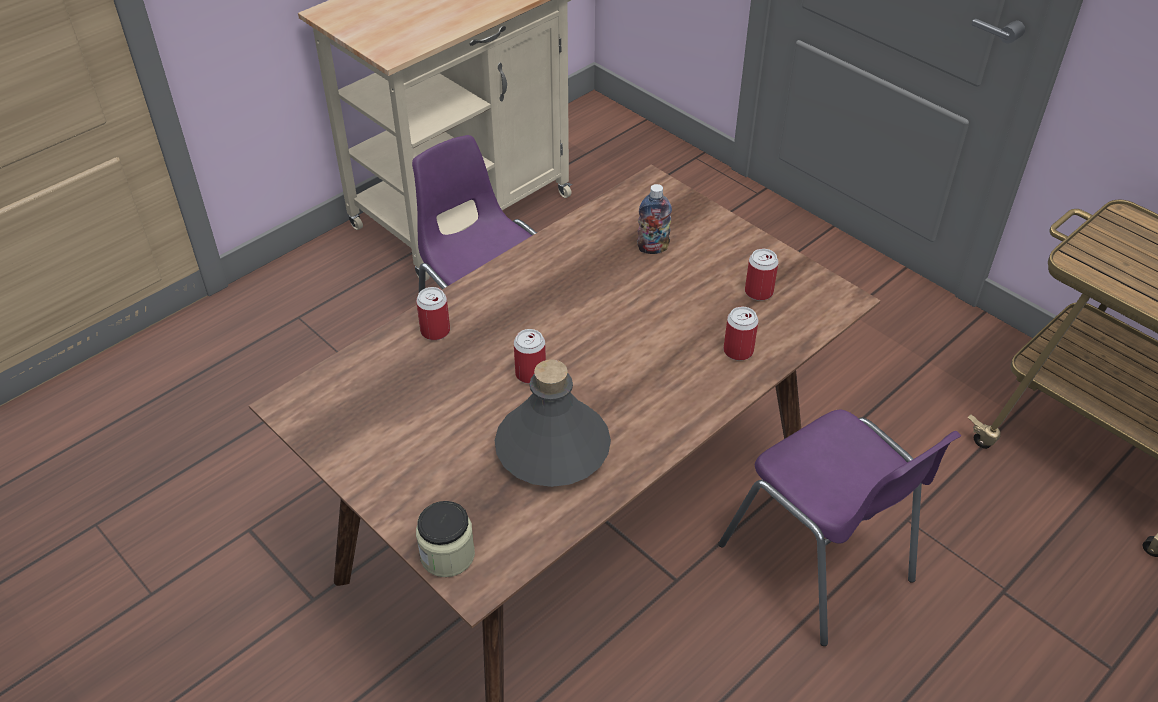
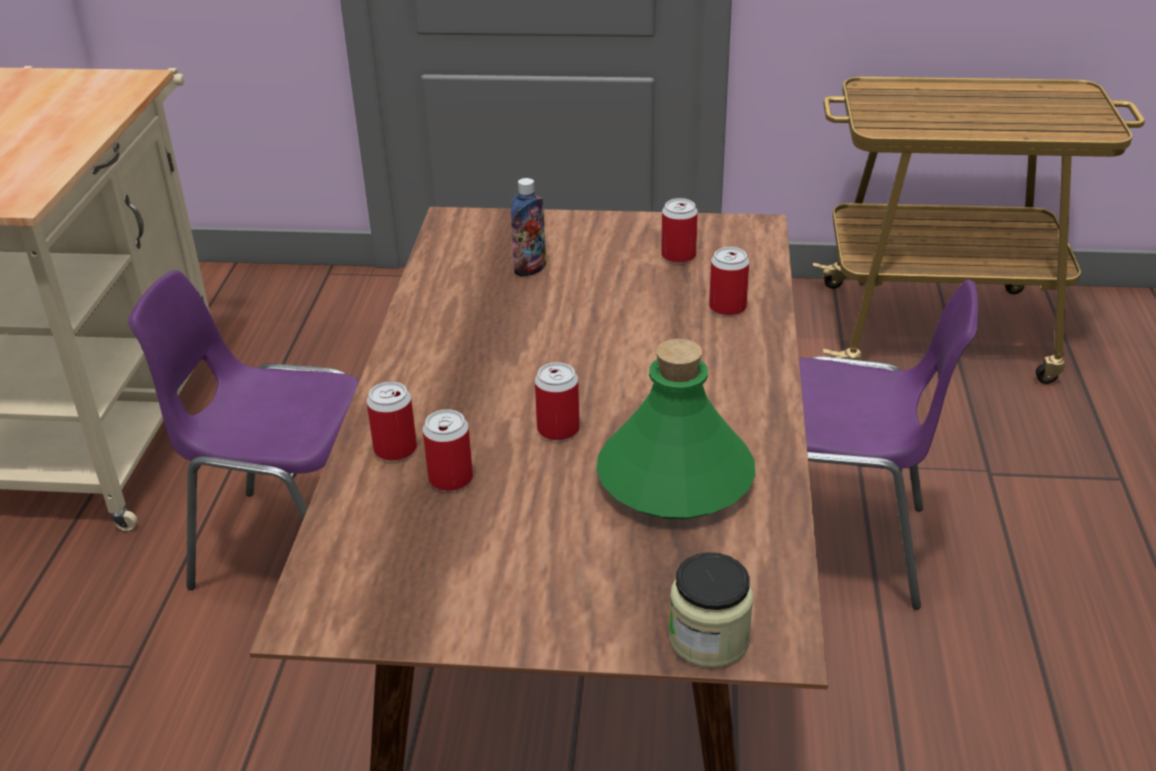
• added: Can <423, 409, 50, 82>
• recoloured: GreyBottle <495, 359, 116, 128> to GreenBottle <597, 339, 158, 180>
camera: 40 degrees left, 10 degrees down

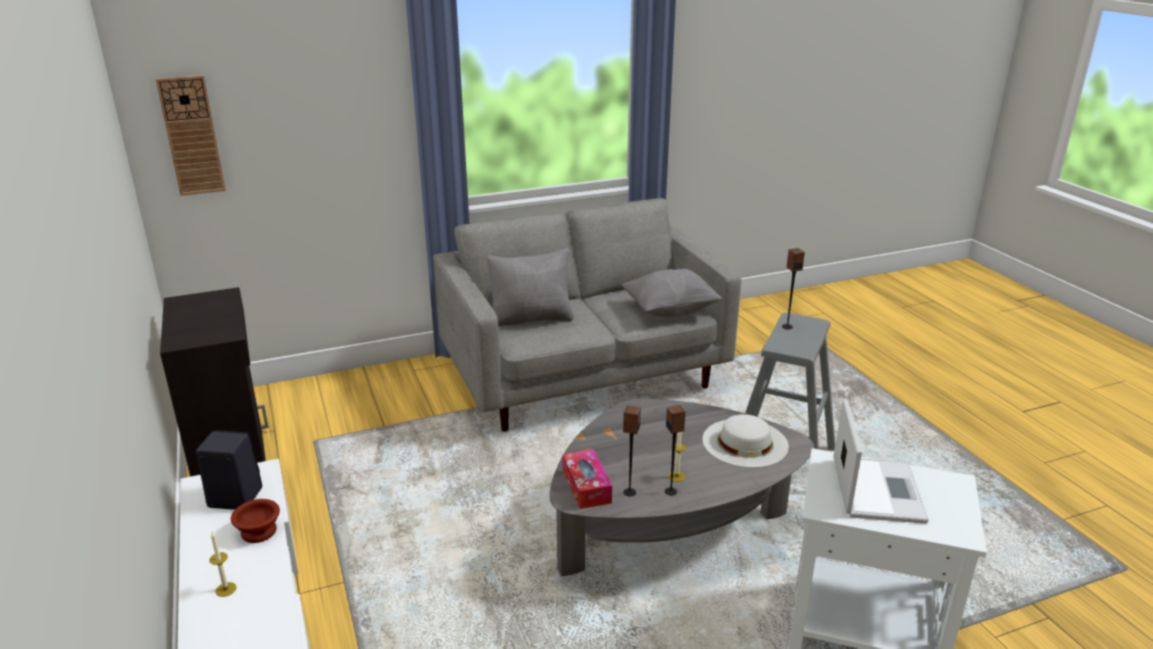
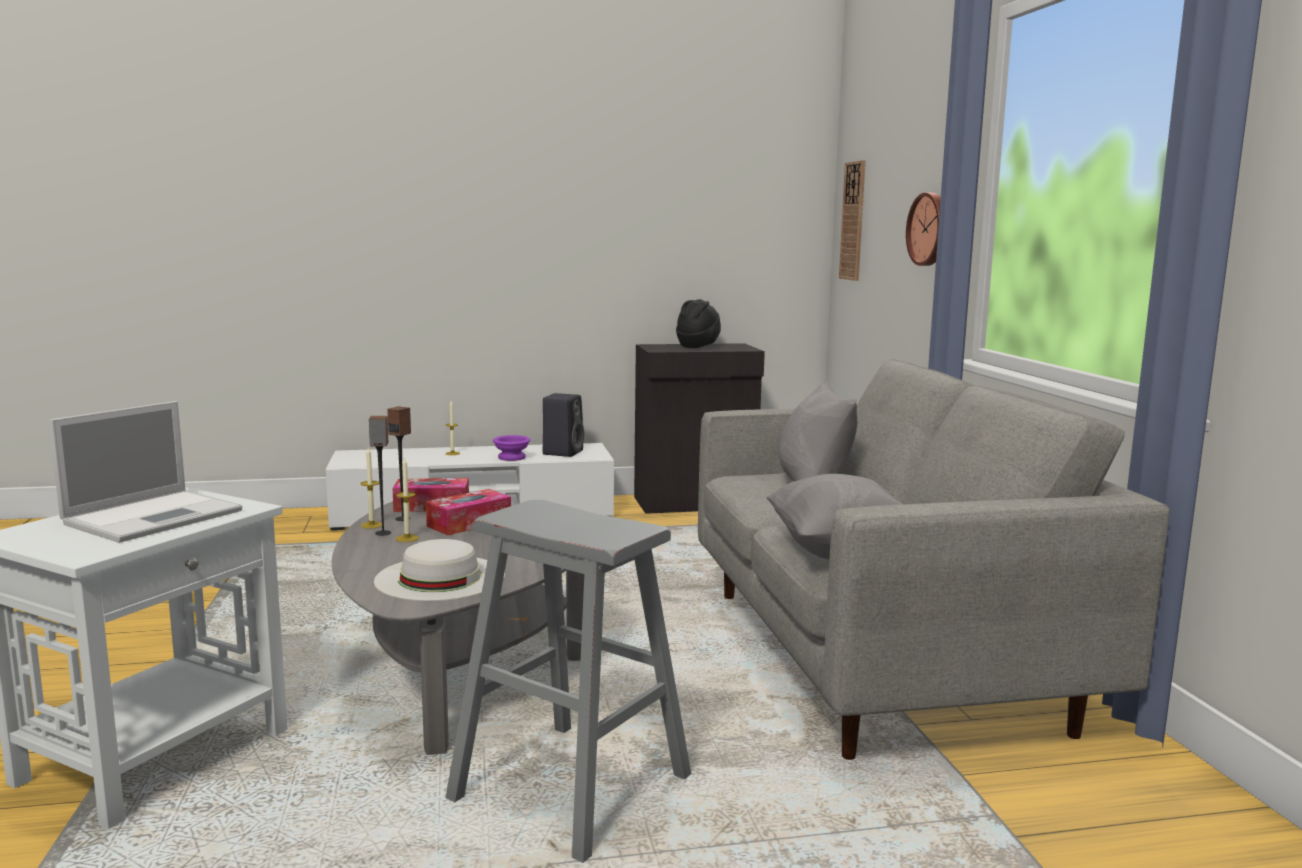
• turned: Laptop <833, 399, 96, 125> = <49, 401, 193, 142> 75 degrees counterclockwise
• added: Candle <360, 448, 22, 81>
• added: TissueBox <426, 489, 85, 46>
• recoloured: BrownBowl <231, 499, 49, 44> to PurpleBowl <493, 435, 37, 26>
• added: BlackHat <676, 299, 45, 49>
• added: WallClock <906, 193, 35, 73>
• removed: Speaker <782, 248, 23, 81>
camera: 100 degrees right, 15 degrees down

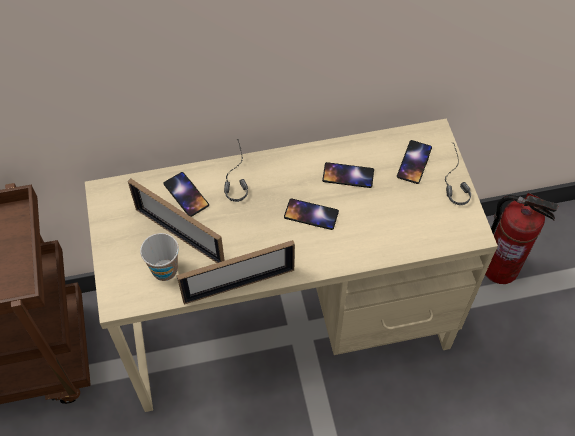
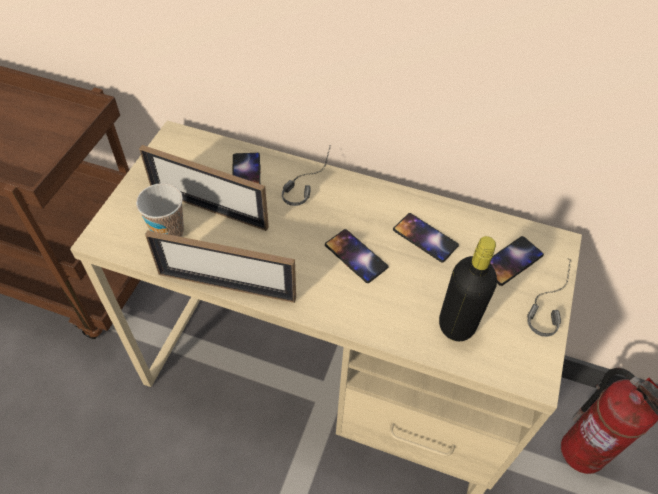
• turned: PictureFrame <128, 179, 97, 84> = <139, 145, 130, 86> 45 degrees counterclockwise
• added: BlackBottle <439, 236, 58, 105>
camera: 30 degrees right, 5 degrees down

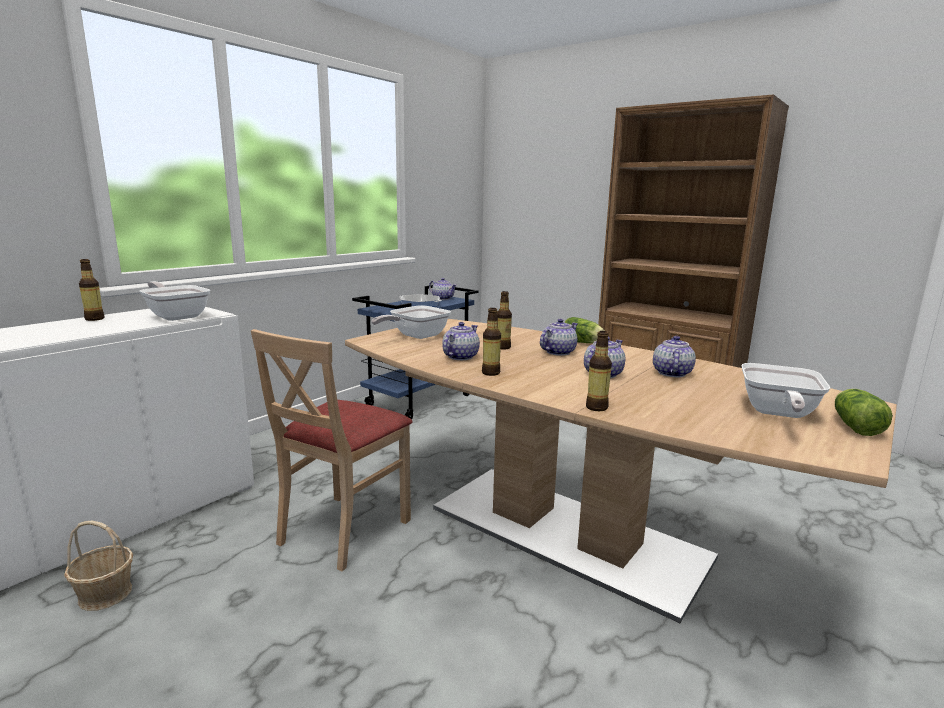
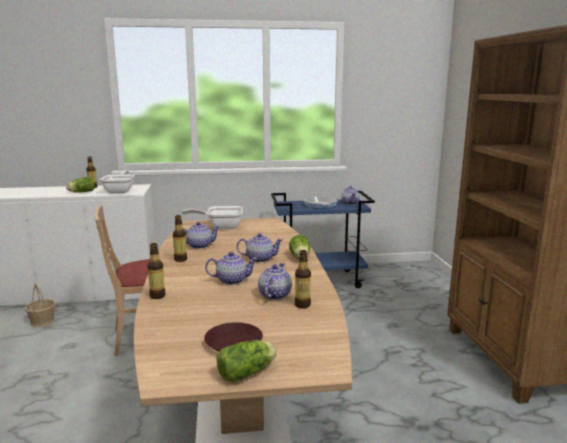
• added: Lettuce <66, 177, 29, 15>
• replaced: FryingPan <741, 363, 89, 55> to BrownPlate <204, 322, 59, 30>
• turned: Teapot <653, 336, 43, 41> = <258, 263, 34, 37> 45 degrees counterclockwise
• moved: Bottle <497, 291, 15, 59> to <295, 250, 16, 58>
camera: 45 degrees right, 0 degrees up

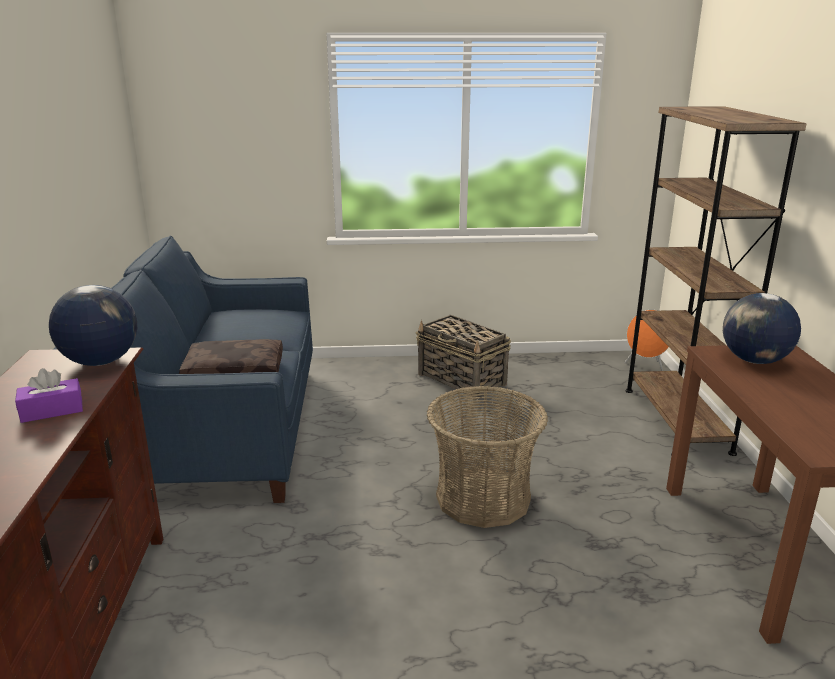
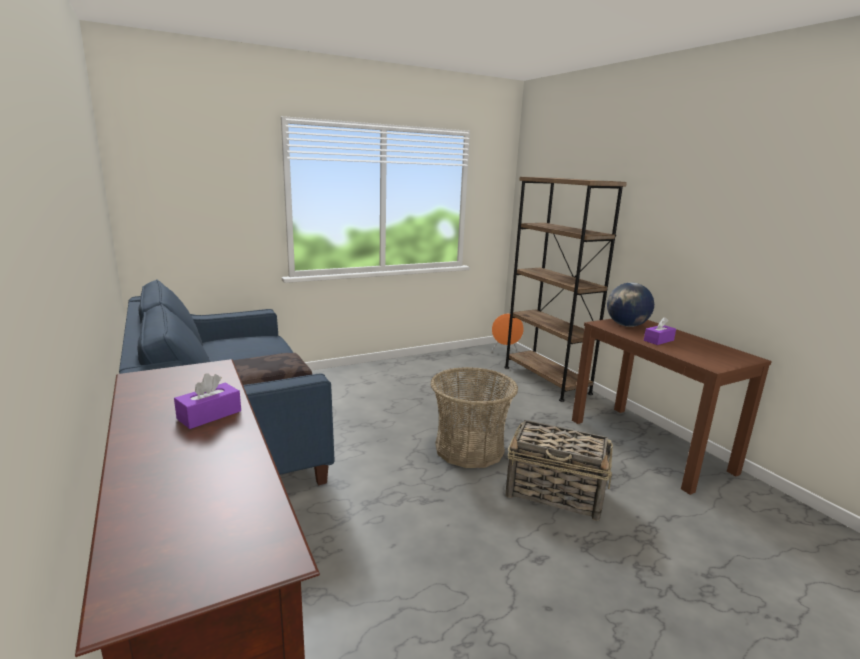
• moved: Basket <416, 315, 95, 85> to <506, 420, 107, 101>
• added: PurpleTissueBox <644, 317, 32, 28>
• removed: Globe <49, 285, 88, 81>
camera: 25 degrees left, 5 degrees down

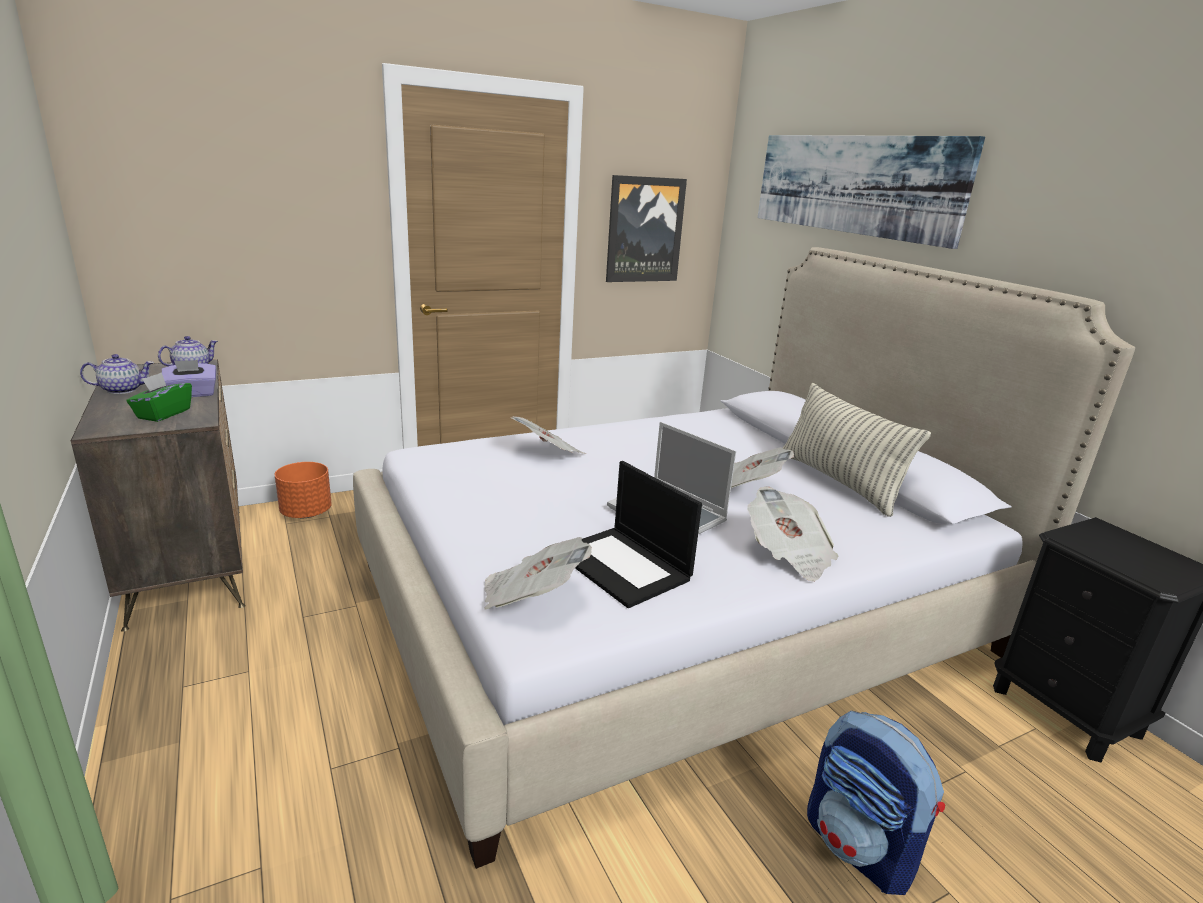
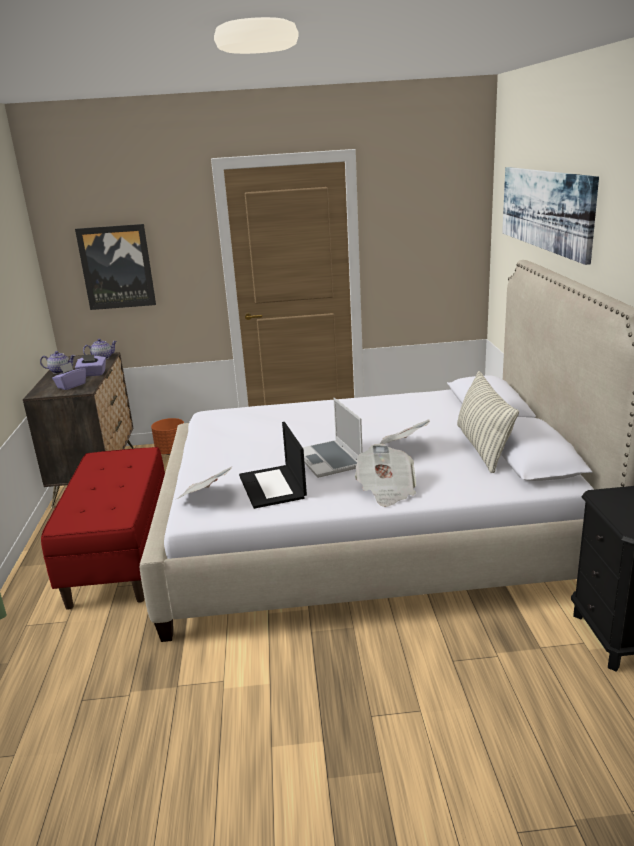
• added: RedBench <41, 447, 124, 163>
• recoloured: GreenTissueBox <126, 372, 66, 50> to PurpleTissueBox <52, 362, 34, 28>
• moved: Picture <606, 175, 81, 107> to <75, 224, 81, 86>
• removed: Newspaper <510, 416, 76, 38>
• removed: Backpack <807, 710, 138, 185>
camera: 25 degrees right, 0 degrees up

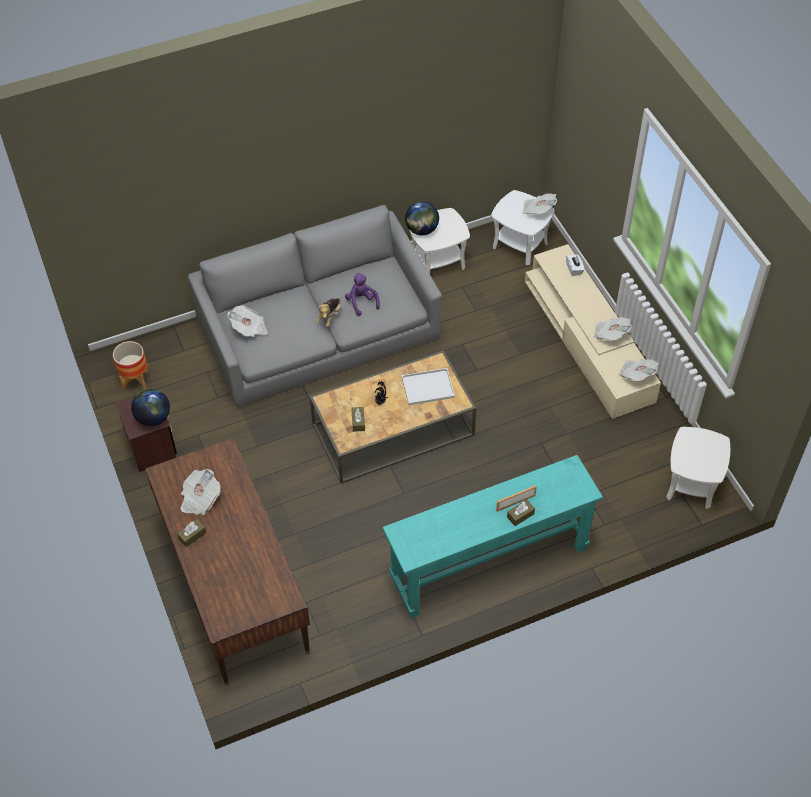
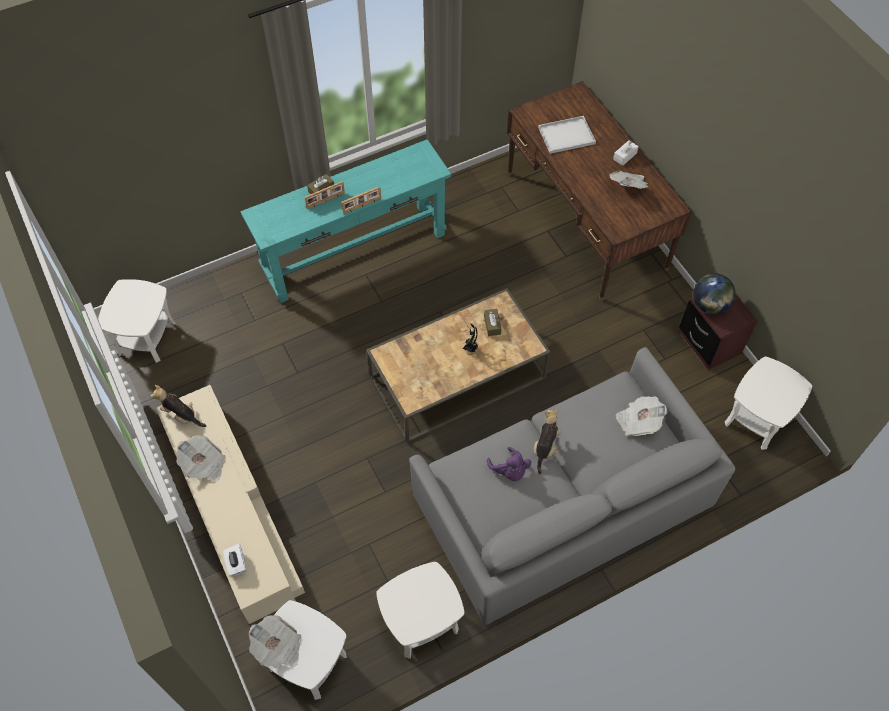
• replaced: Newspaper <619, 359, 40, 22> to PlushToy <151, 385, 56, 42>
• added: PictureFrame <341, 186, 40, 28>
• moved: WhiteTray <402, 368, 53, 37> to <538, 116, 58, 38>
• recoloured: BrownTissueBox <177, 519, 29, 28> to WhiteTissueBox <613, 140, 26, 26>
• replaced: Planter <113, 341, 35, 48> to WhiteSideTable <725, 357, 87, 93>
• removed: Globe <405, 201, 34, 34>
camera: 175 degrees right, 5 degrees up

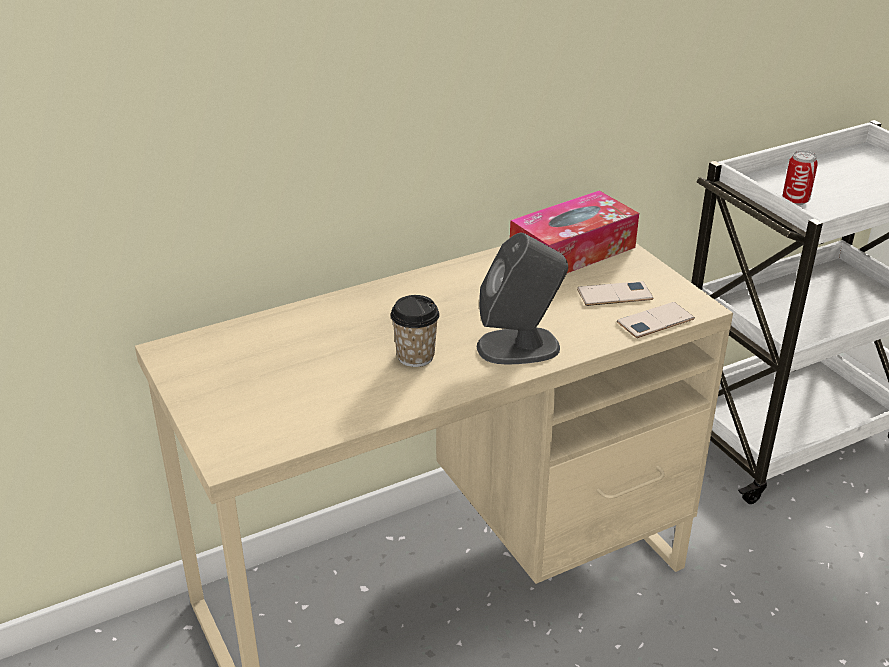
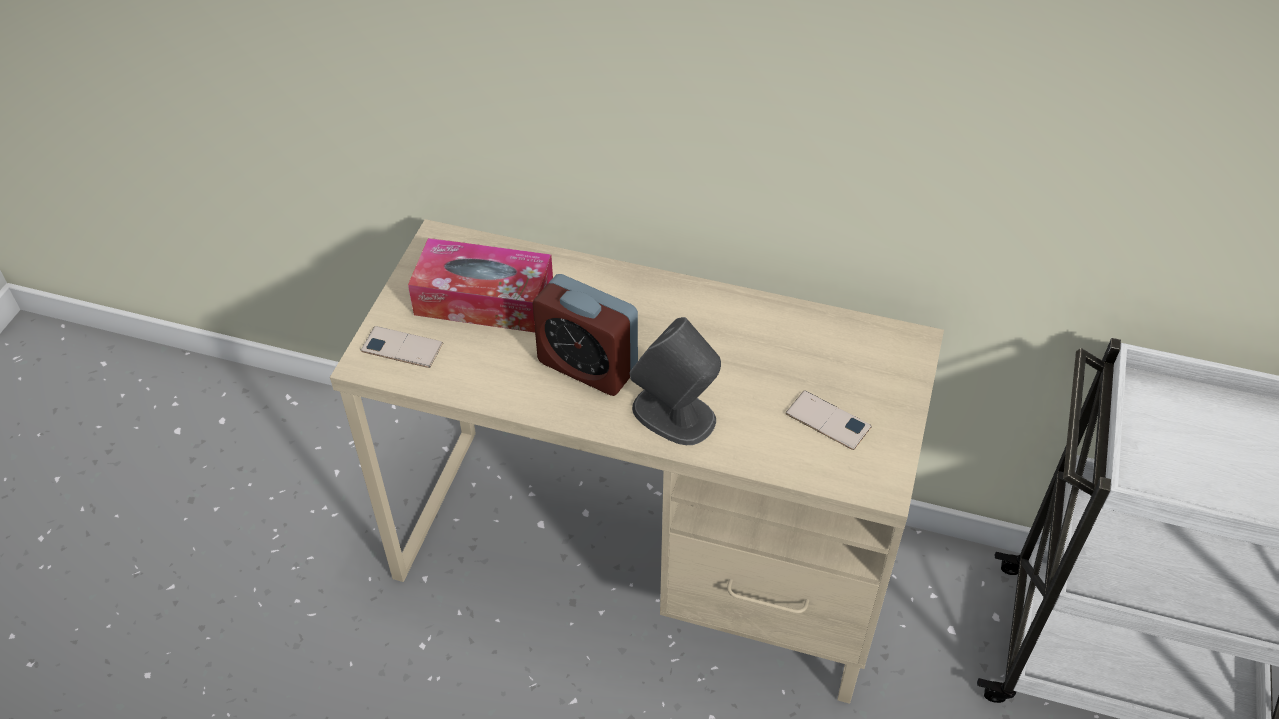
• moved: Phone <617, 302, 78, 36> to <361, 326, 82, 42>
• moved: TissueBox <510, 190, 129, 83> to <408, 238, 145, 95>
• replaced: Cup <390, 295, 50, 72> to AlarmClock <532, 274, 106, 122>
• removed: Can <783, 150, 35, 55>
camera: 45 degrees right, 15 degrees up

